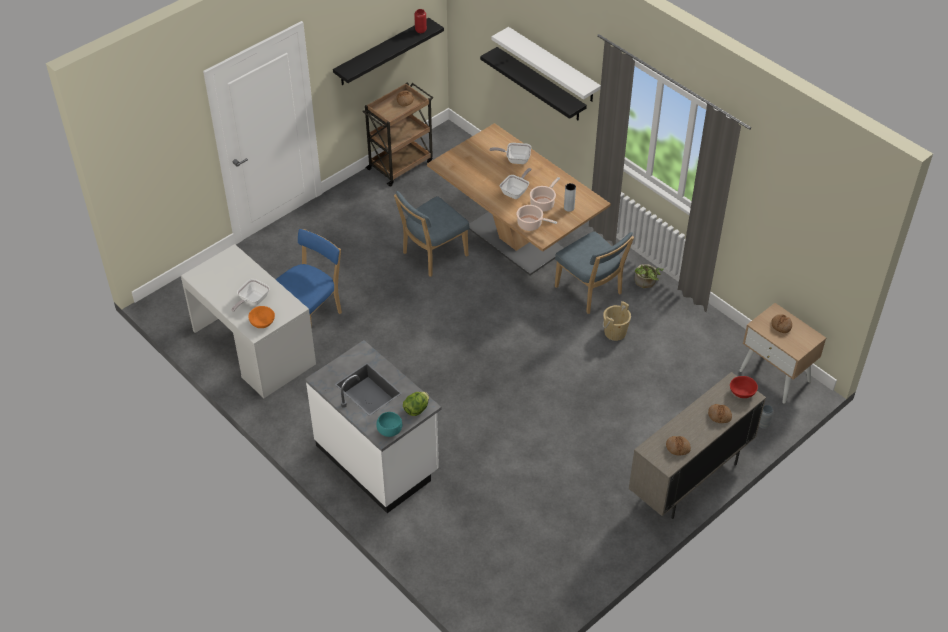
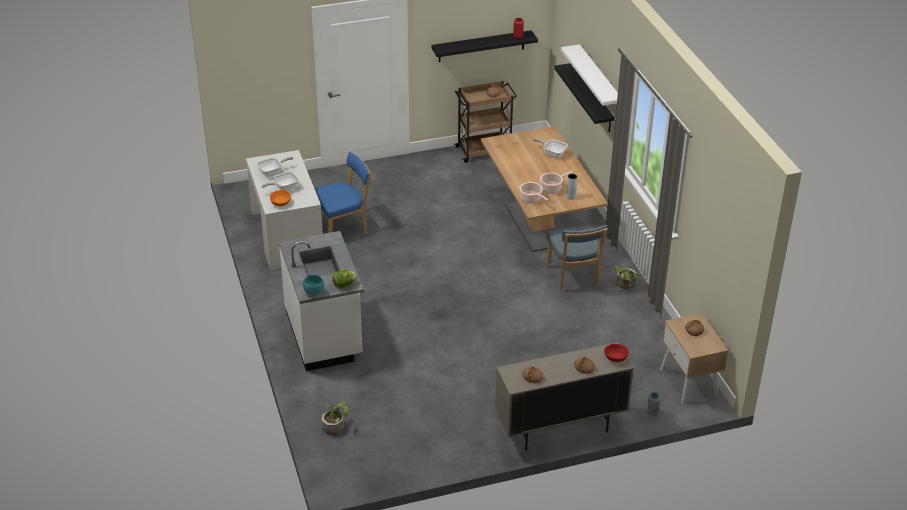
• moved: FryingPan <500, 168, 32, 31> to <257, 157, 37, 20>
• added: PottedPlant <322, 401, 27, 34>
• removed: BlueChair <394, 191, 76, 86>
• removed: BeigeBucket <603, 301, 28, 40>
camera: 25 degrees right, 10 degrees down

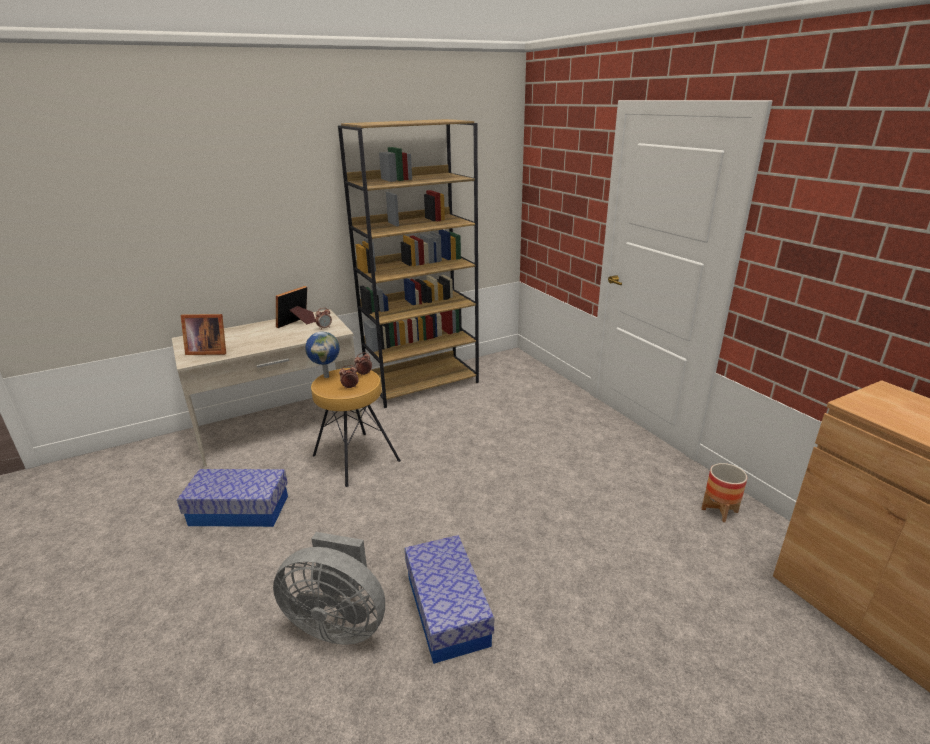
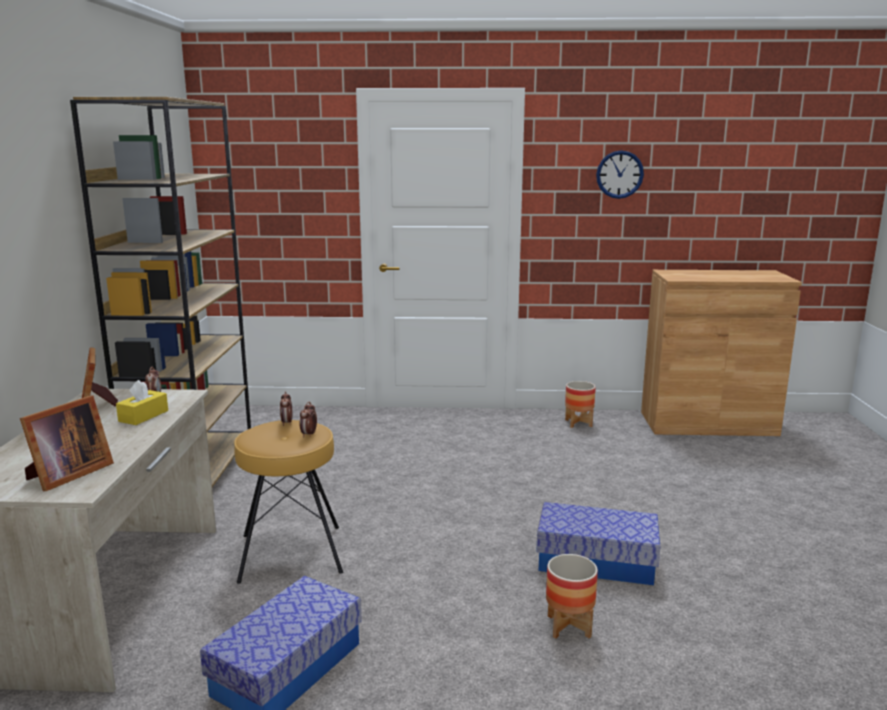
• added: YellowTissueBox <116, 380, 52, 45>
• replaced: GreyFan <273, 532, 112, 113> to Planter <546, 554, 52, 85>
• added: WallClock <596, 150, 48, 49>
• removed: Globe <305, 332, 35, 46>
camera: 60 degrees left, 10 degrees down

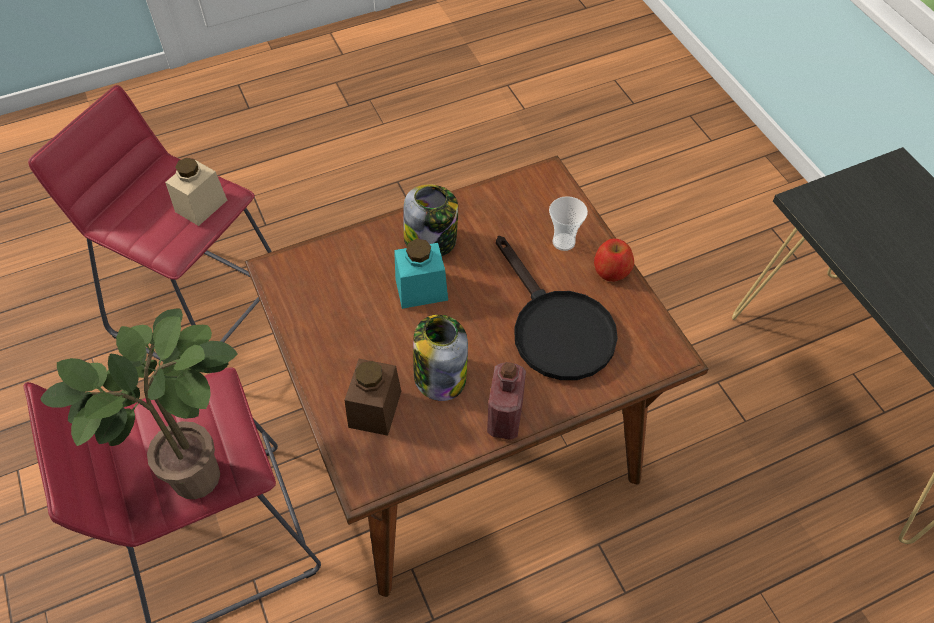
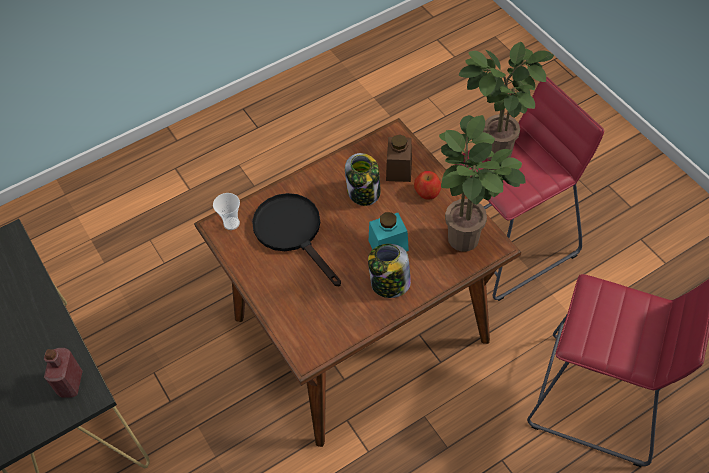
• moved: RedBottle <487, 362, 39, 78> to <44, 348, 39, 50>
• moved: Cup <549, 196, 39, 55> to <213, 193, 27, 37>
• moved: Apple <594, 238, 40, 44> to <414, 171, 27, 29>
• added: PottedPlant <439, 115, 87, 137>
• removed: BeigeJar <165, 158, 62, 68>
camera: 175 degrees right, 0 degrees up

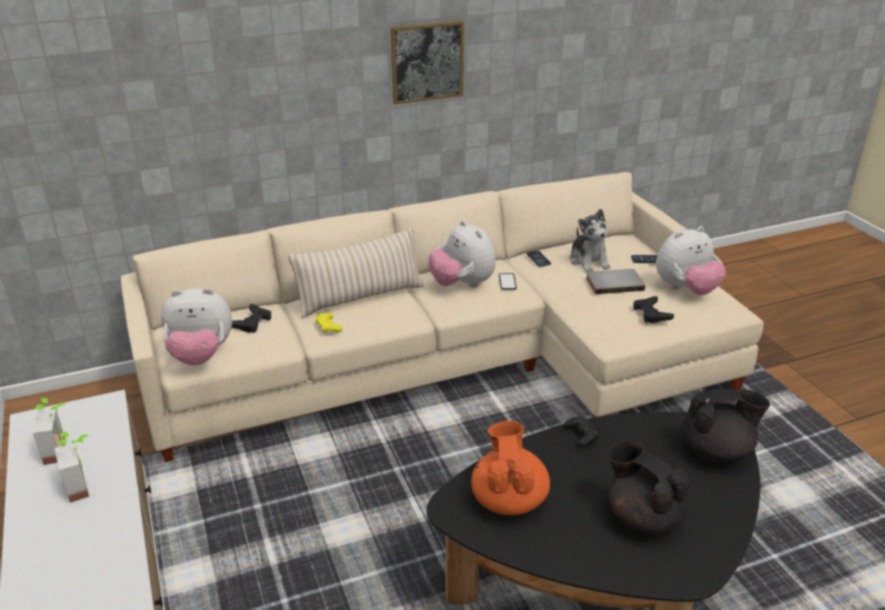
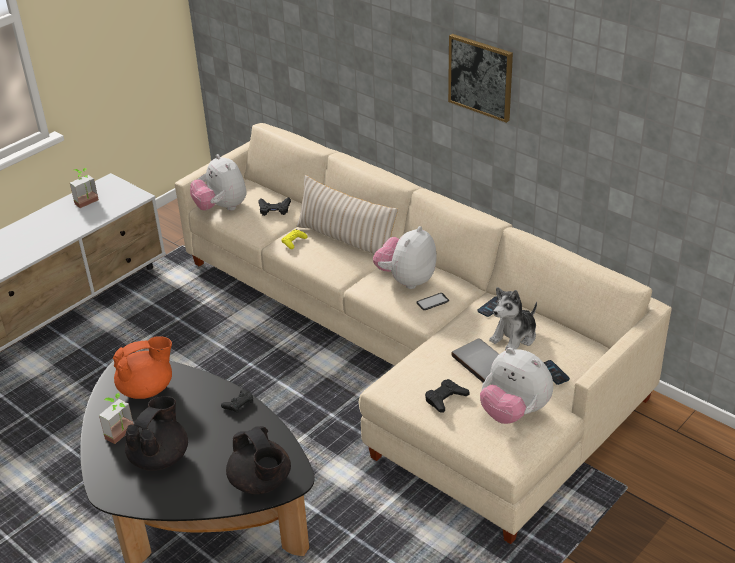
• moved: PottedPlant <54, 432, 35, 71> to <99, 393, 35, 51>
camera: 65 degrees right, 5 degrees up

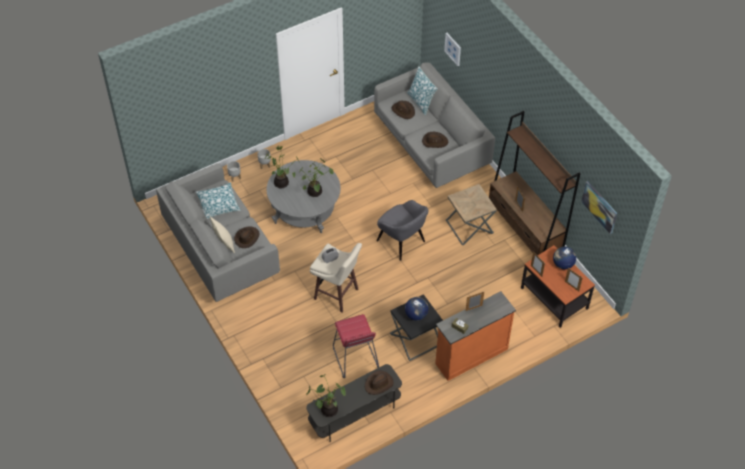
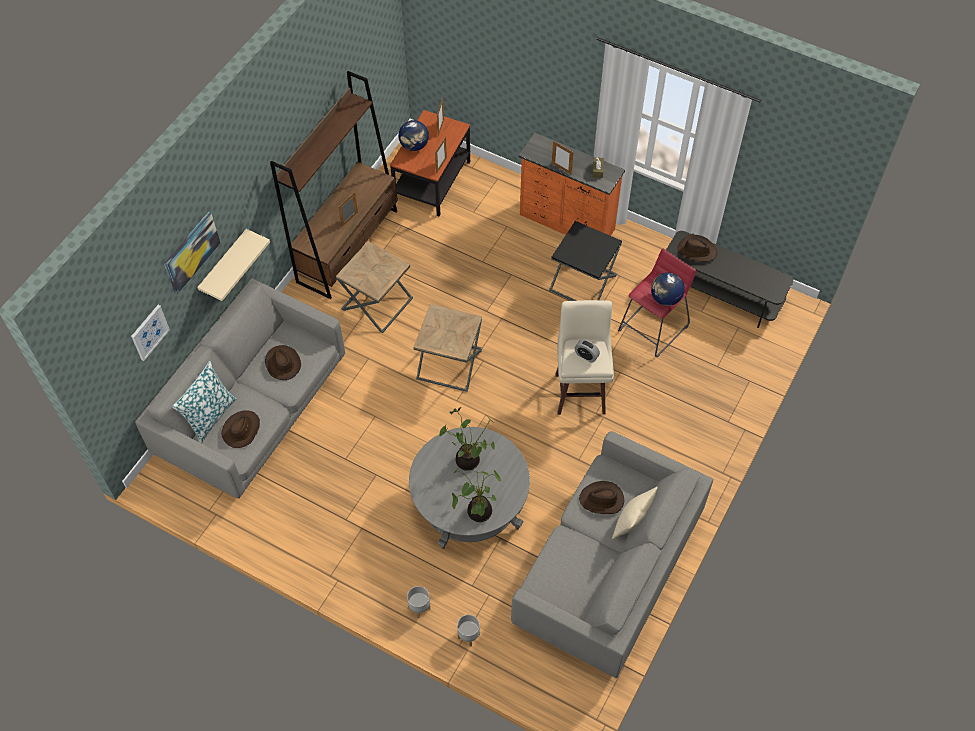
• moved: Picture <581, 181, 36, 53> to <164, 212, 57, 82>
• added: BeigeShelf <197, 229, 73, 72>
• replaced: GreyArmchair <377, 200, 51, 61> to BrownSideTable <414, 304, 68, 88>
• moved: Globe <405, 297, 24, 24> to <651, 273, 34, 33>
• removed: Pillow <196, 182, 45, 37>
• removed: PottedPlant <306, 374, 40, 43>
camera: 120 degrees left, 5 degrees up

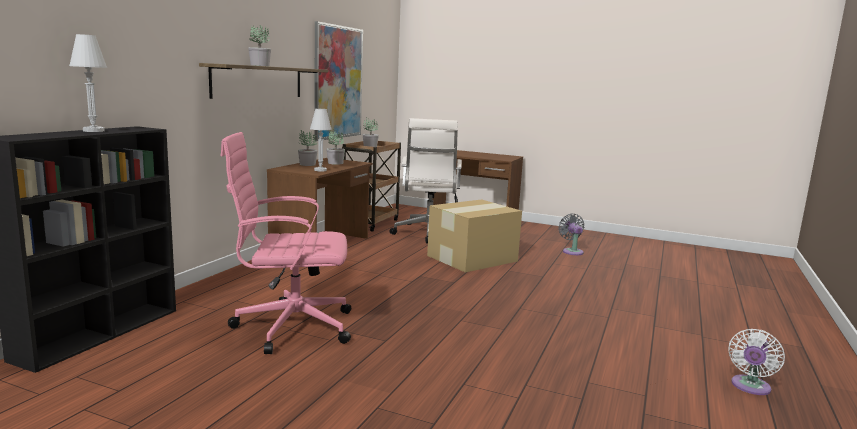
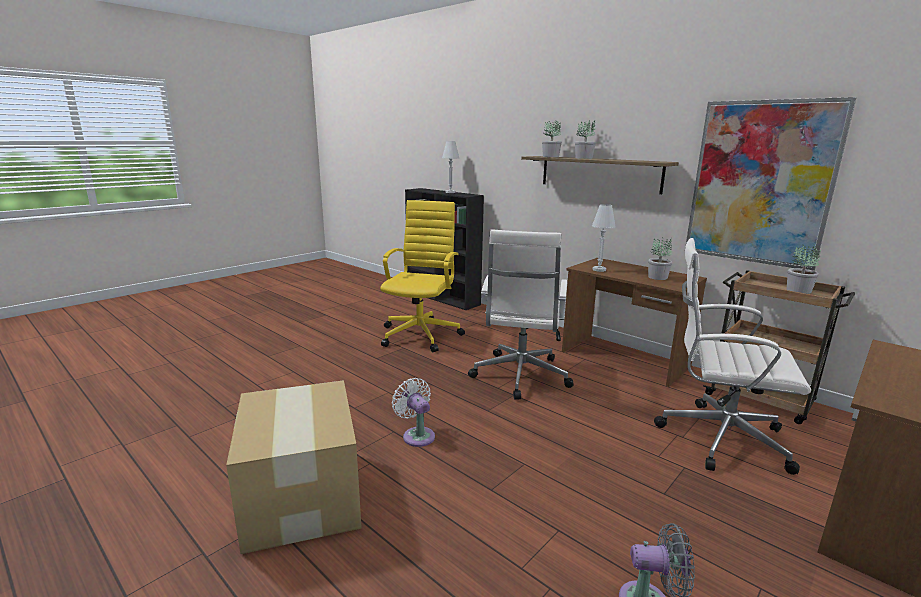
• moved: CardboardBox <427, 199, 95, 74> to <226, 380, 136, 174>
• recoloured: PinkOfficeChair <221, 132, 130, 222> to YellowOfficeChair <380, 200, 85, 152>
• moved: WhiteFan <728, 329, 57, 66> to <392, 378, 43, 69>
• added: WhiteOfficeChair <468, 230, 105, 170>
• moved: PottedPlant <298, 130, 19, 36> to <542, 121, 20, 36>
camera: 110 degrees right, 5 degrees up

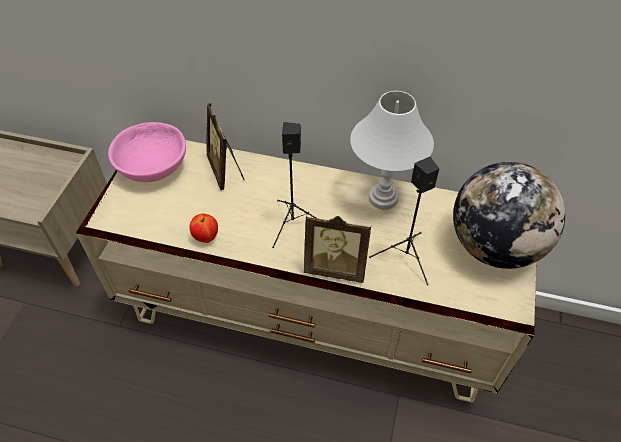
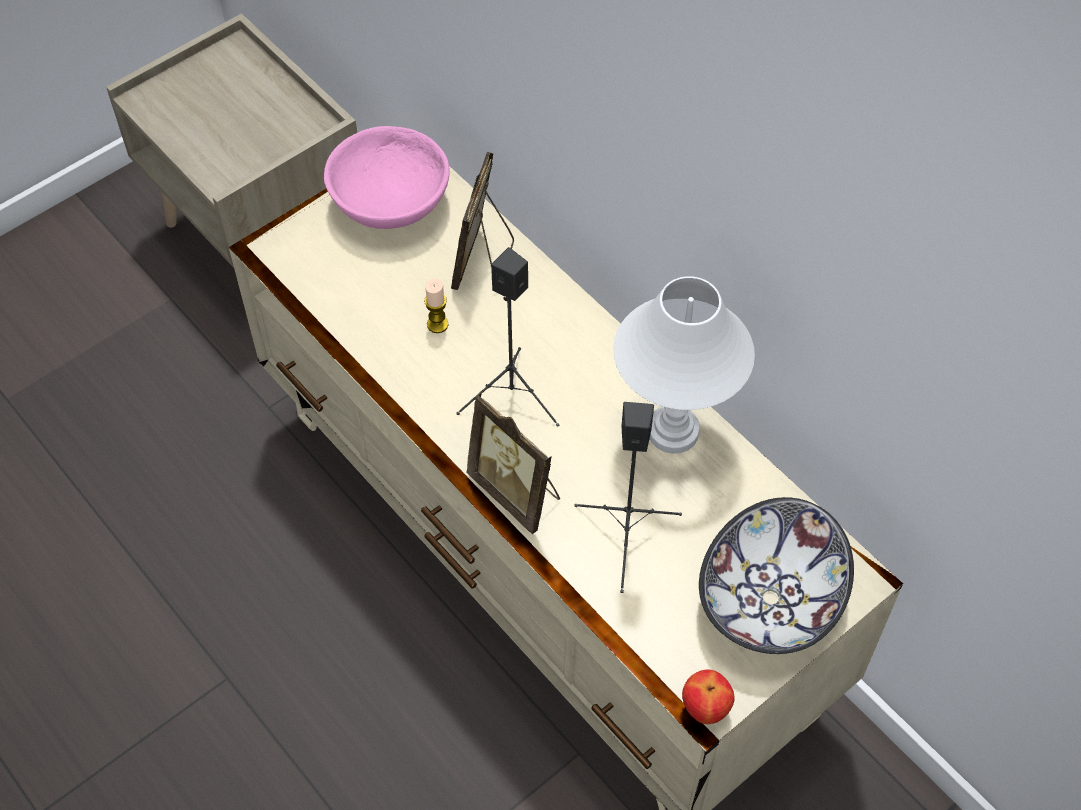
• added: Candle <424, 278, 25, 55>
• moved: Apple <189, 214, 29, 29> to <682, 670, 53, 54>
• replaced: Globe <453, 162, 112, 107> to Bowl <699, 497, 155, 157>
camera: 35 degrees right, 5 degrees up

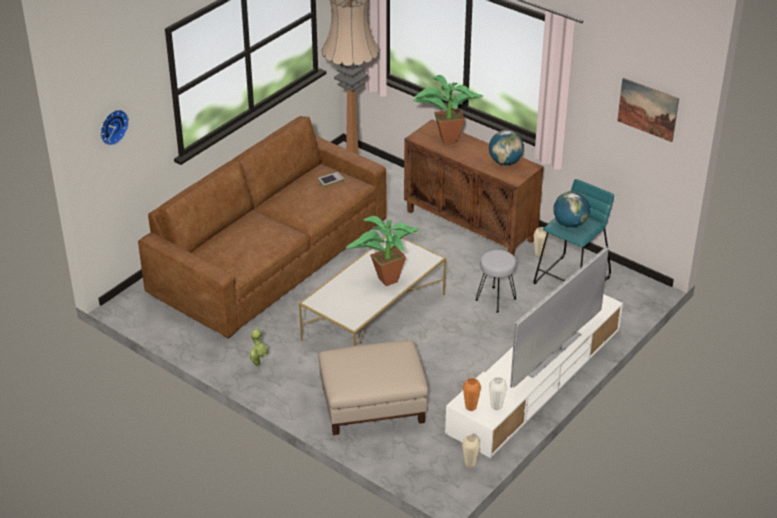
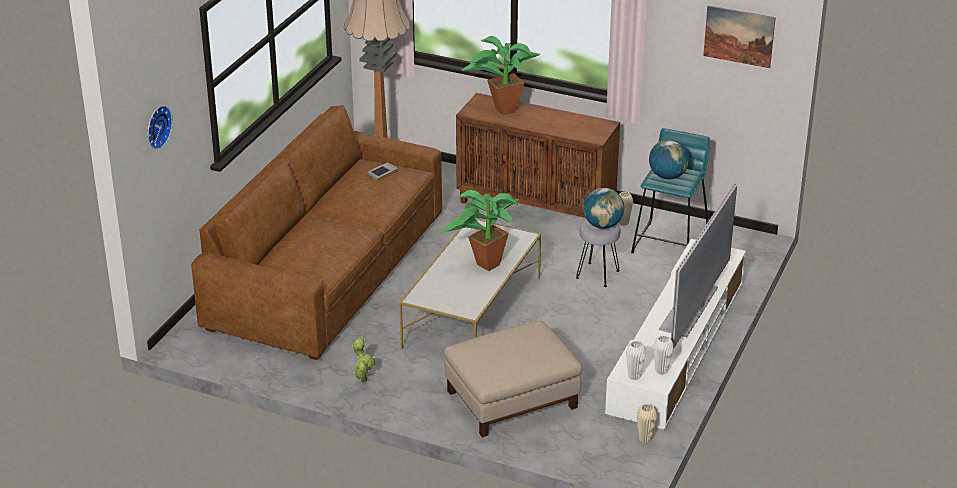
• moved: Globe <489, 130, 35, 35> to <583, 188, 41, 41>
• recoloured: OrangeVase <463, 378, 18, 33> to WhiteVase <626, 341, 20, 39>
camera: 15 degrees left, 5 degrees down

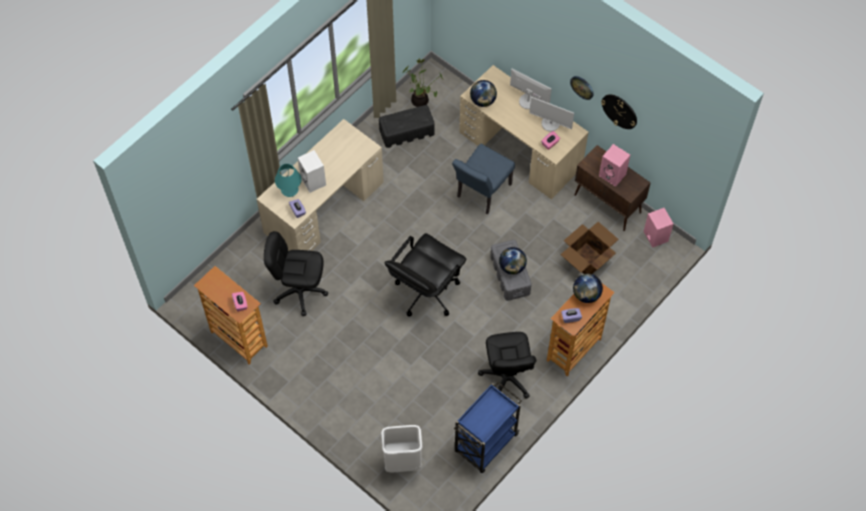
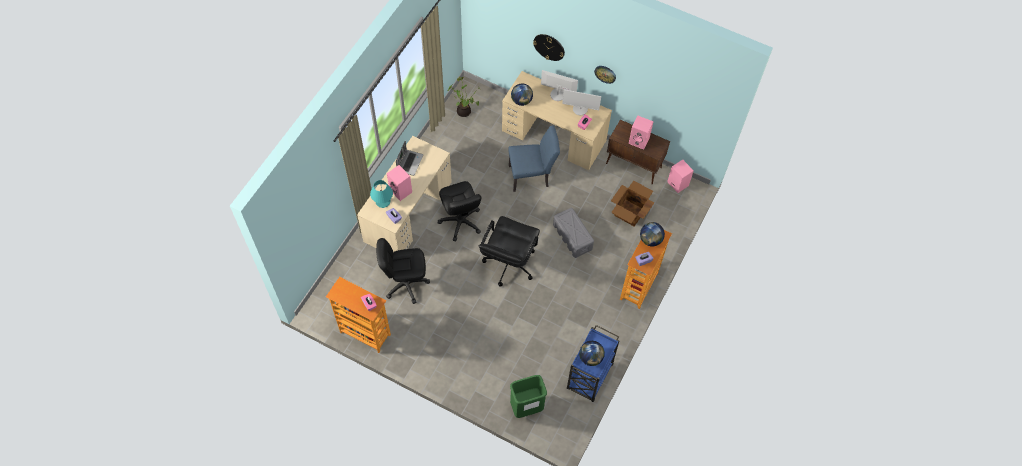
• recoloured: WhiteSpeaker <298, 150, 28, 43> to PinkSpeaker <387, 165, 25, 36>
• added: Laptop <396, 140, 27, 36>
• moved: BlackOfficeChair <478, 332, 58, 66> to <438, 181, 44, 60>
• turned: BlueChair <452, 144, 63, 70> = <508, 125, 52, 67> 120 degrees counterclockwise
• recoloured: WhiteTrashCan <381, 425, 41, 47> to GreenTrashCan <510, 375, 37, 43>
• moved: WallClock <601, 94, 36, 35> to <533, 34, 32, 27>
• moved: Globe <499, 247, 28, 28> to <579, 341, 26, 25>
• removed: BlackStorageBox <379, 105, 56, 43>
camera: 15 degrees left, 0 degrees up

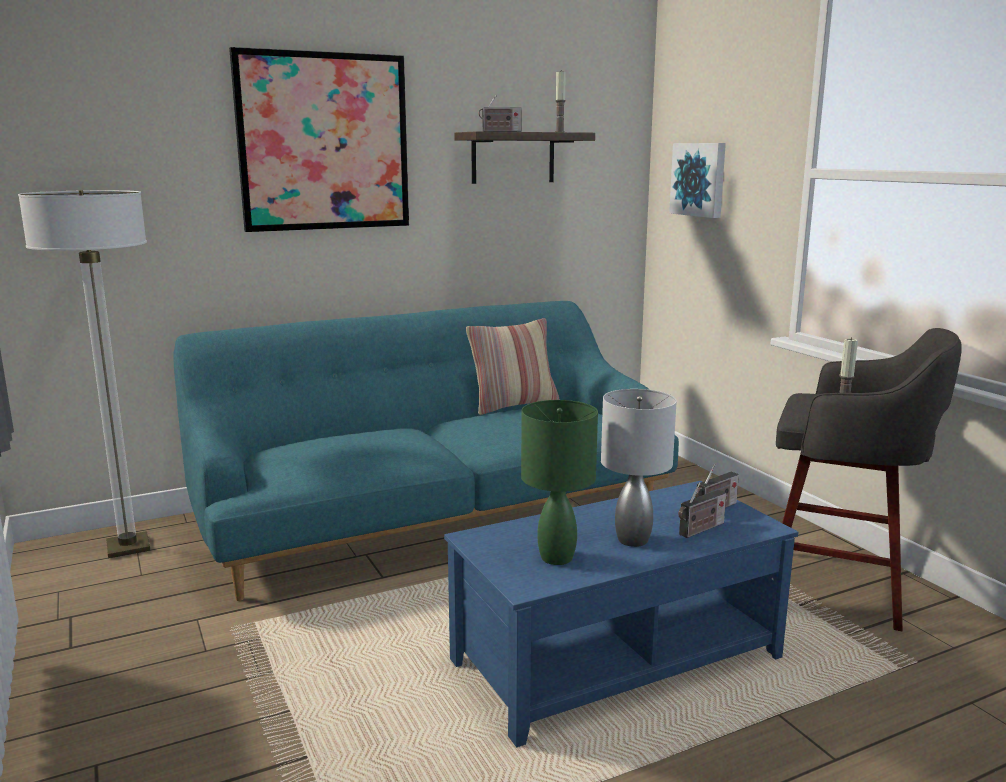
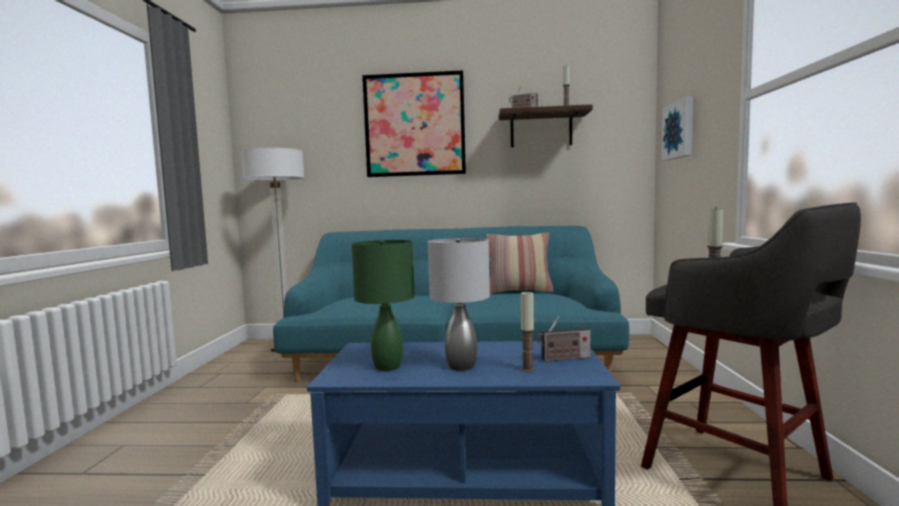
• replaced: Radio <678, 482, 48, 56> to Candle <520, 291, 15, 81>
camera: 30 degrees right, 10 degrees down

